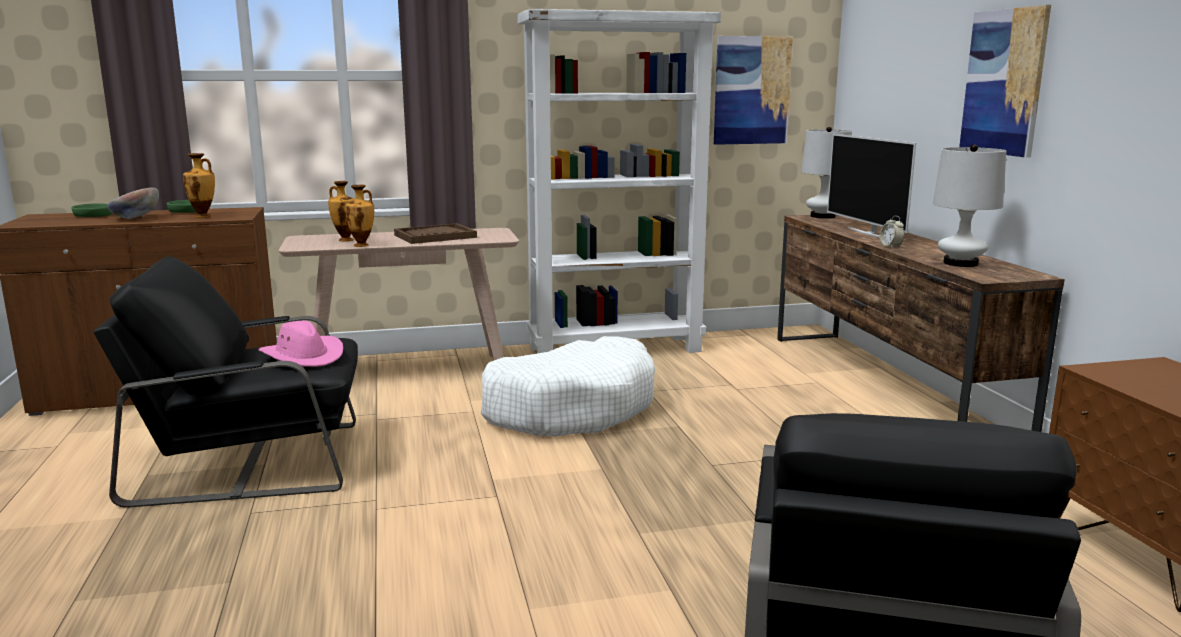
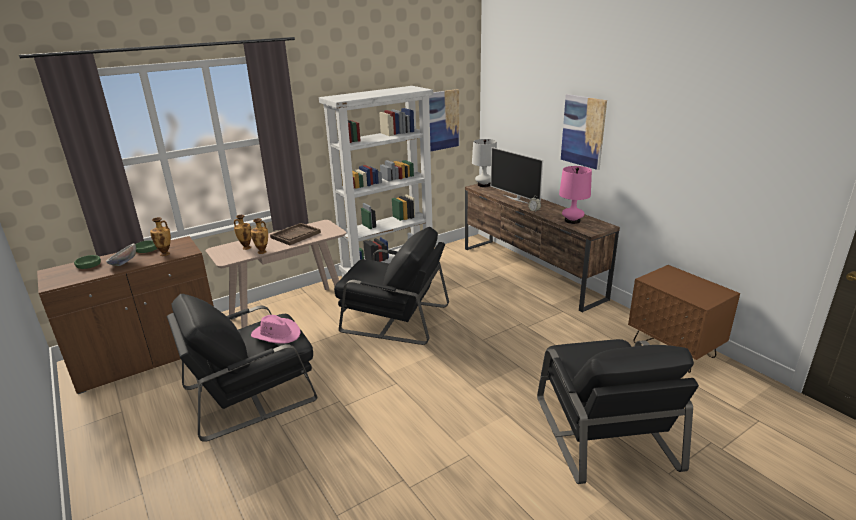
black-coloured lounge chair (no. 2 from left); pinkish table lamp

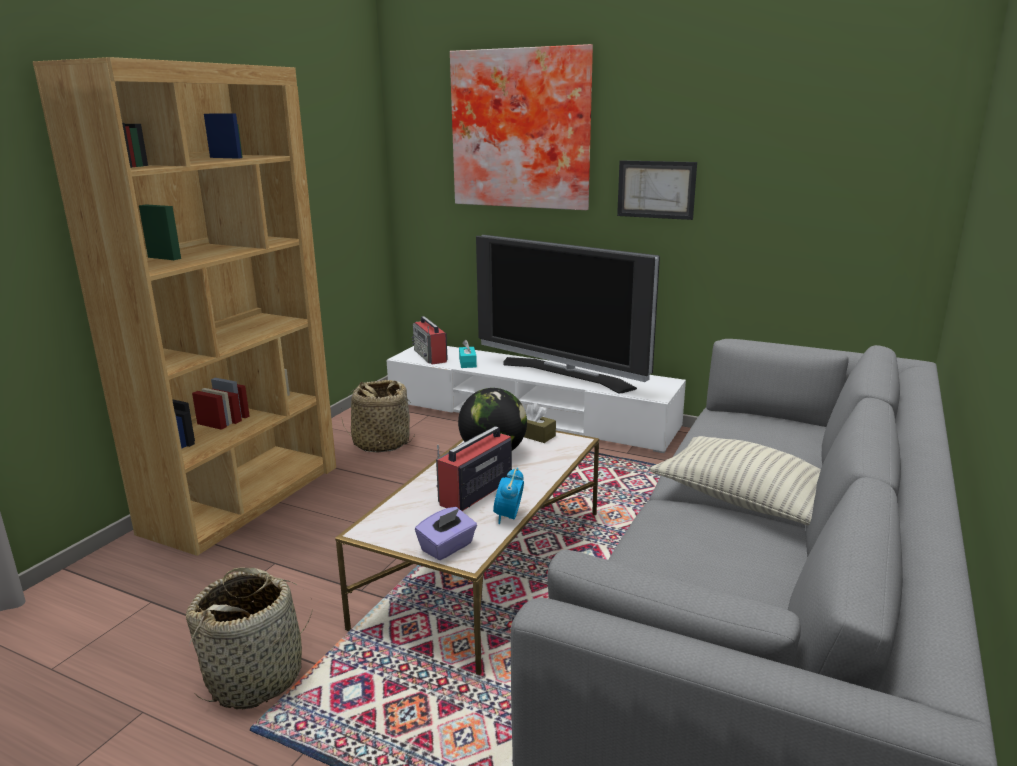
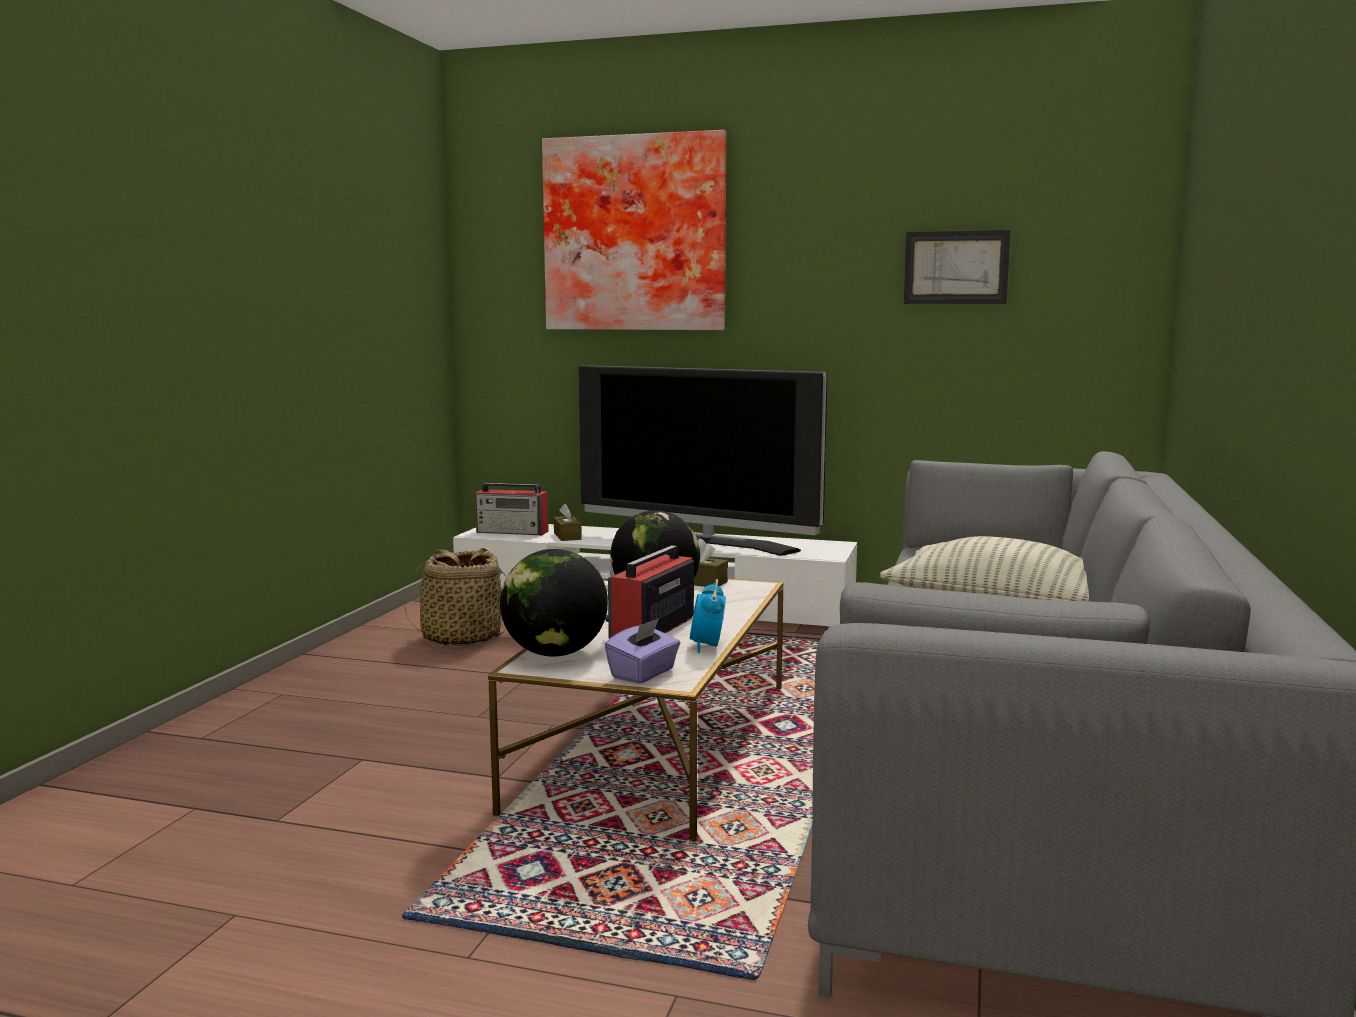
brown bookcase; household basket (no. 1 from left in the first image); radio receiver (no. 1 from left); brown tissue holder (no. 1 from left); picture (no. 2 from left); desk globe (no. 1 from left)

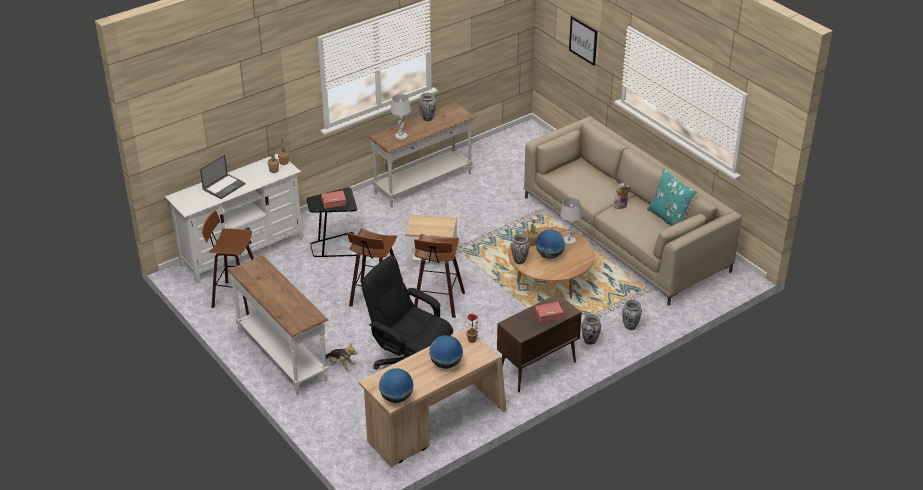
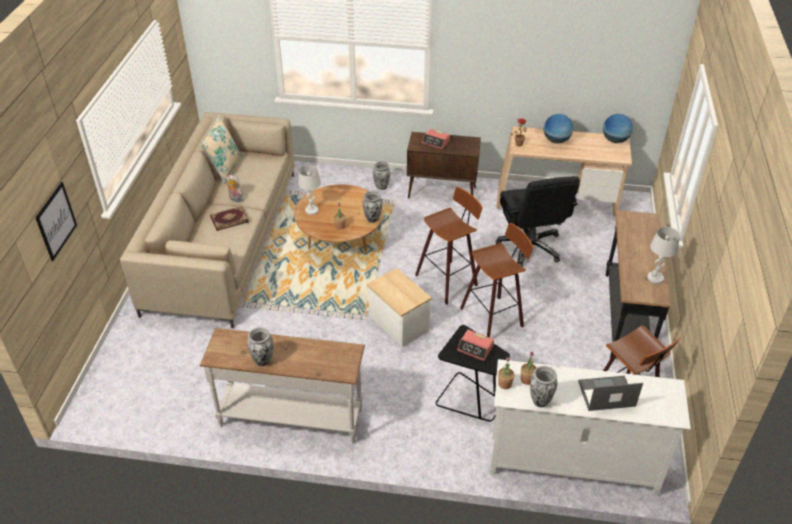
black-coloured hall table; cuddly toy (no. 1 from left in the first image); white-coloured table lamp (no. 2 from left); desk globe (no. 3 from left in the first image); decorative vase (no. 4 from left); beige pillow; book

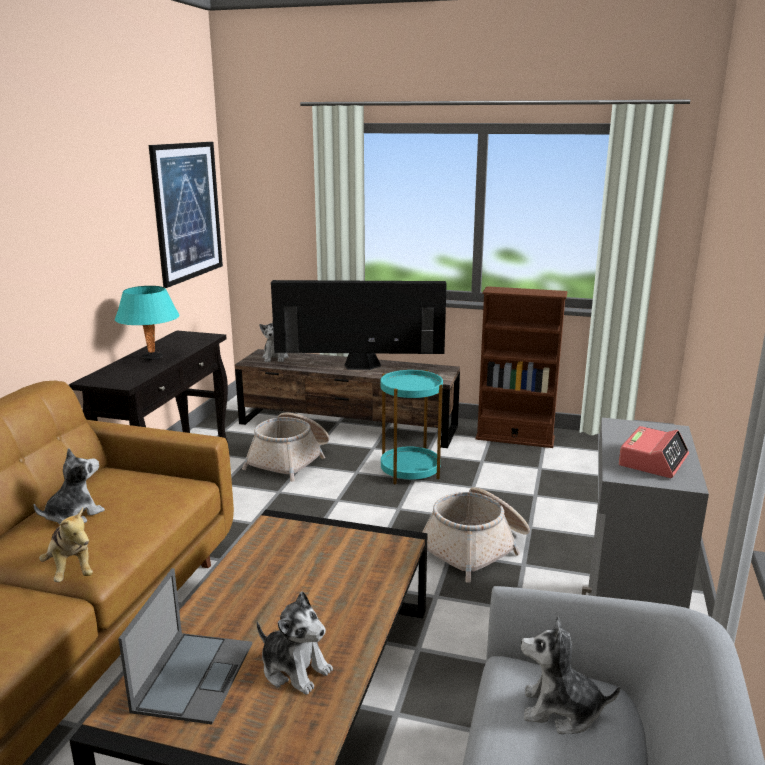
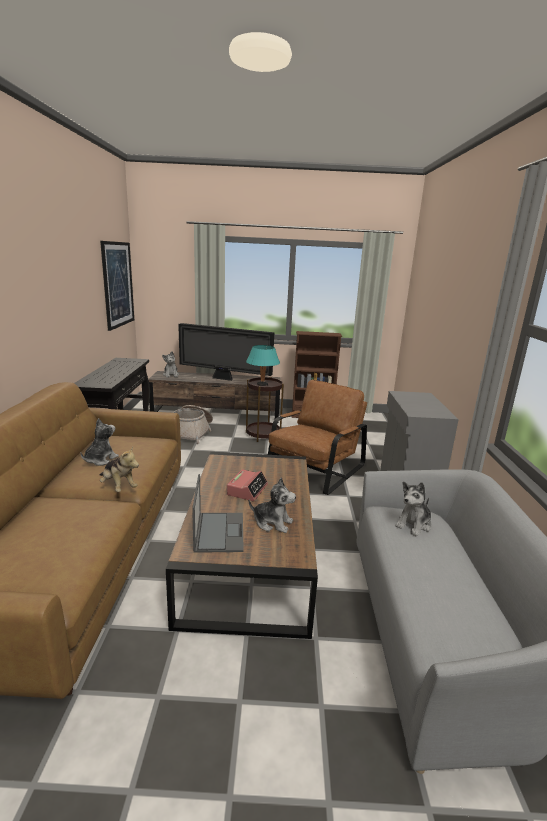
blue-green table lamp; TV set; brown end table; brown lounge chair; cuddly toy (no. 5 from left); bedside clock

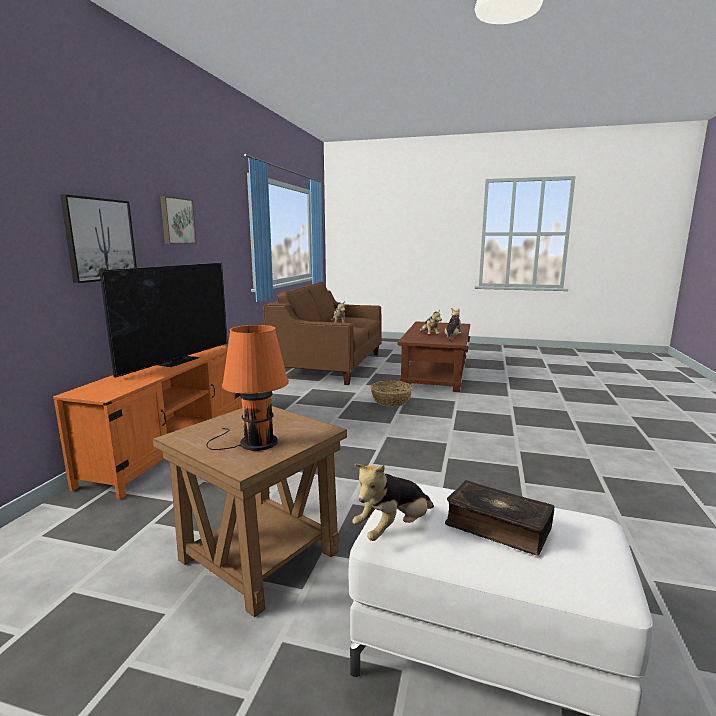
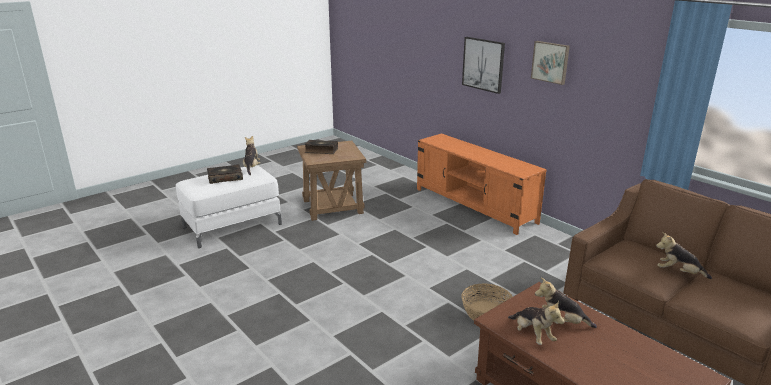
TV set; book (no. 2 from left)

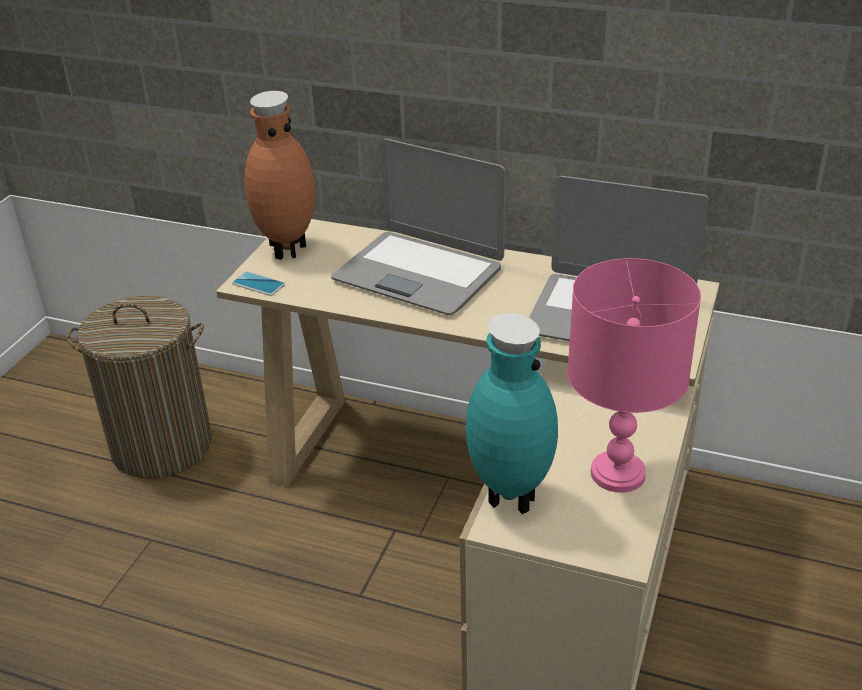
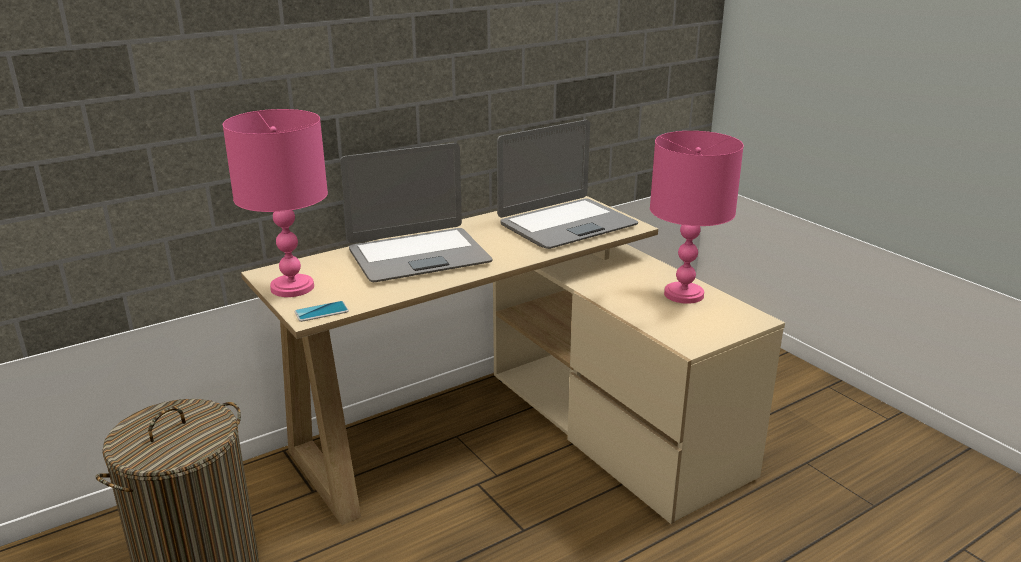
pinkish table lamp (no. 1 from left); blue-green decorative vase

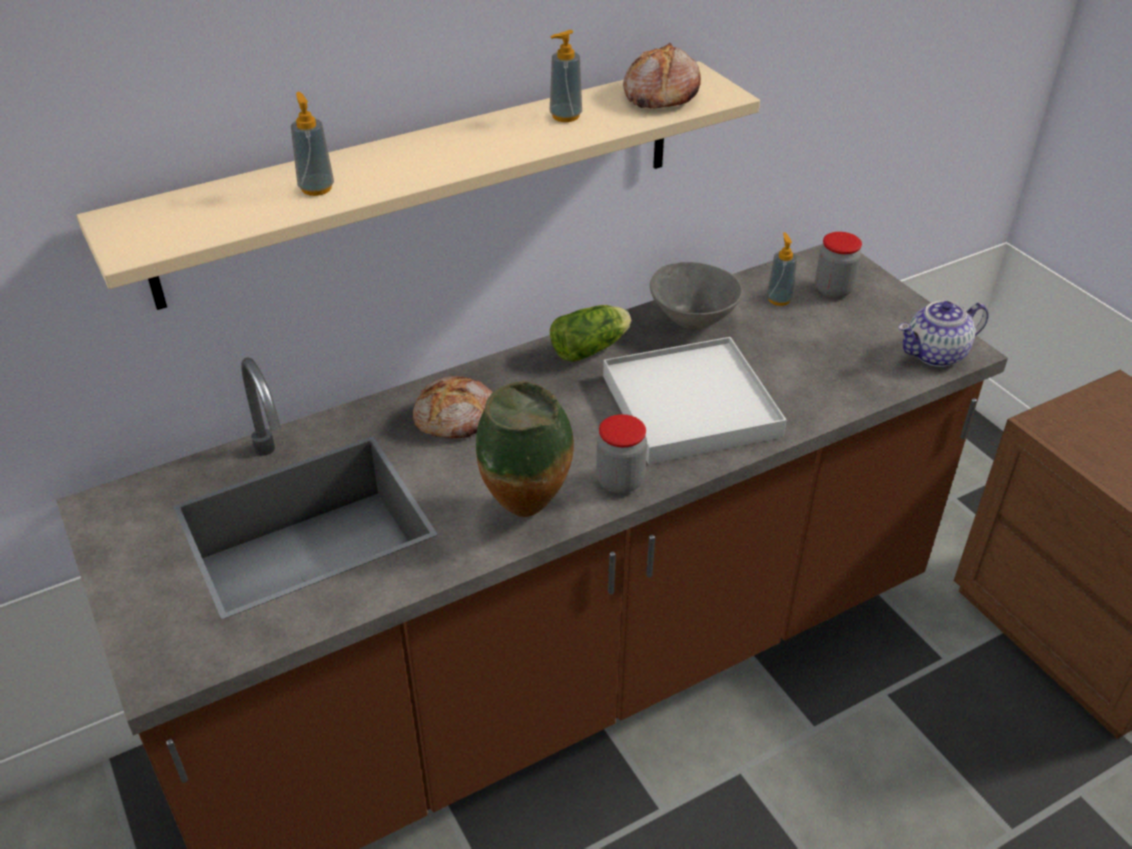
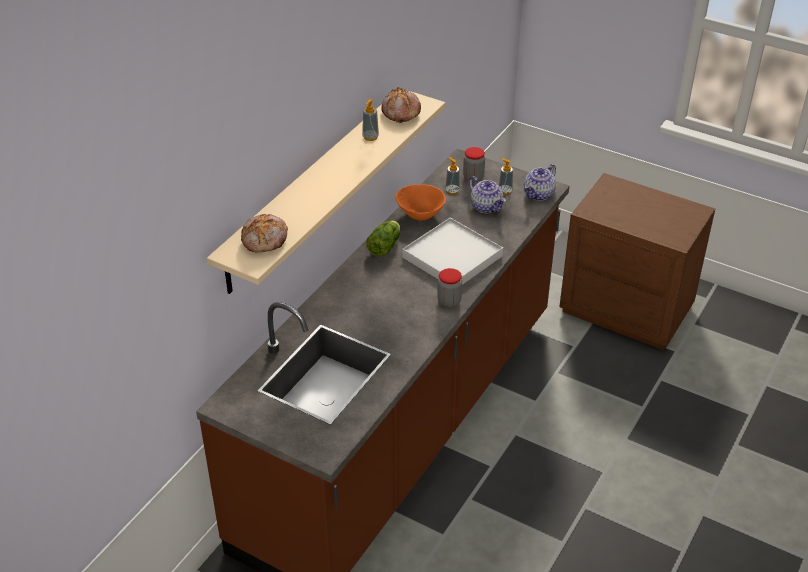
liquid soap bottle (no. 3 from left); baked bread (no. 1 from left); decorative vase; orange-coloured bowl; teapot (no. 1 from left)

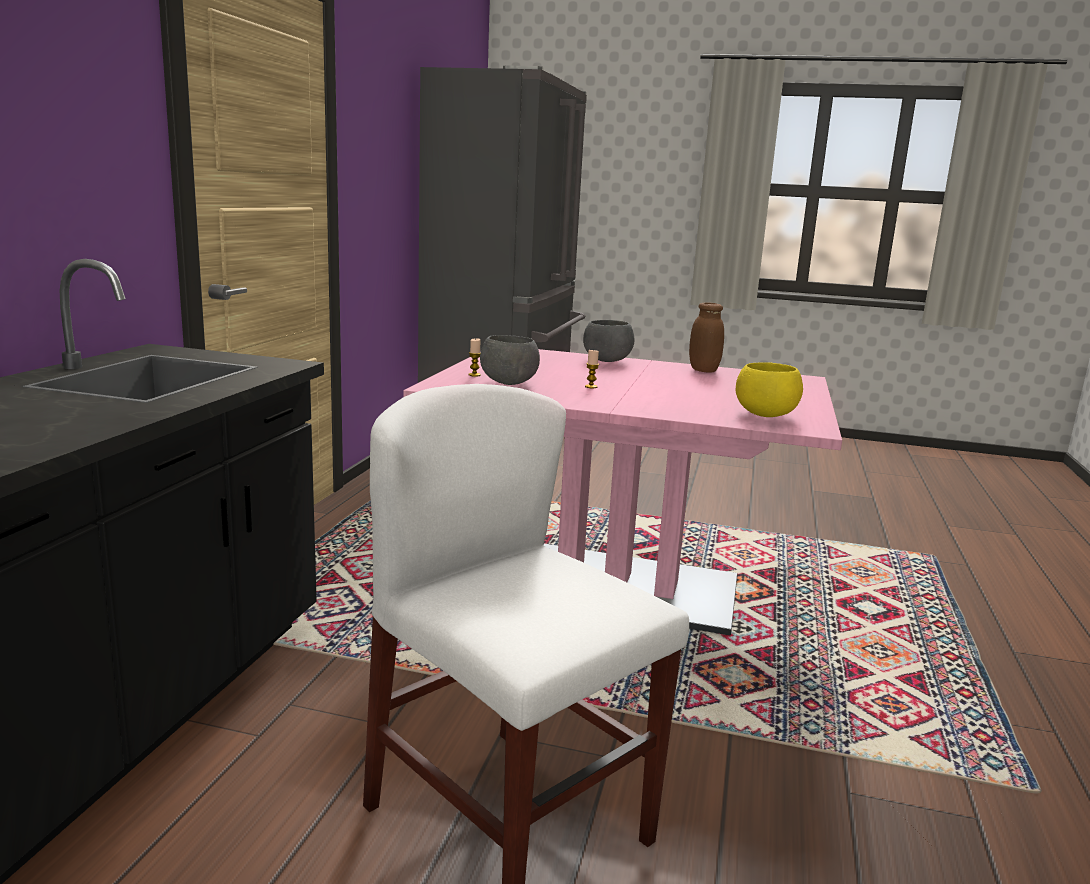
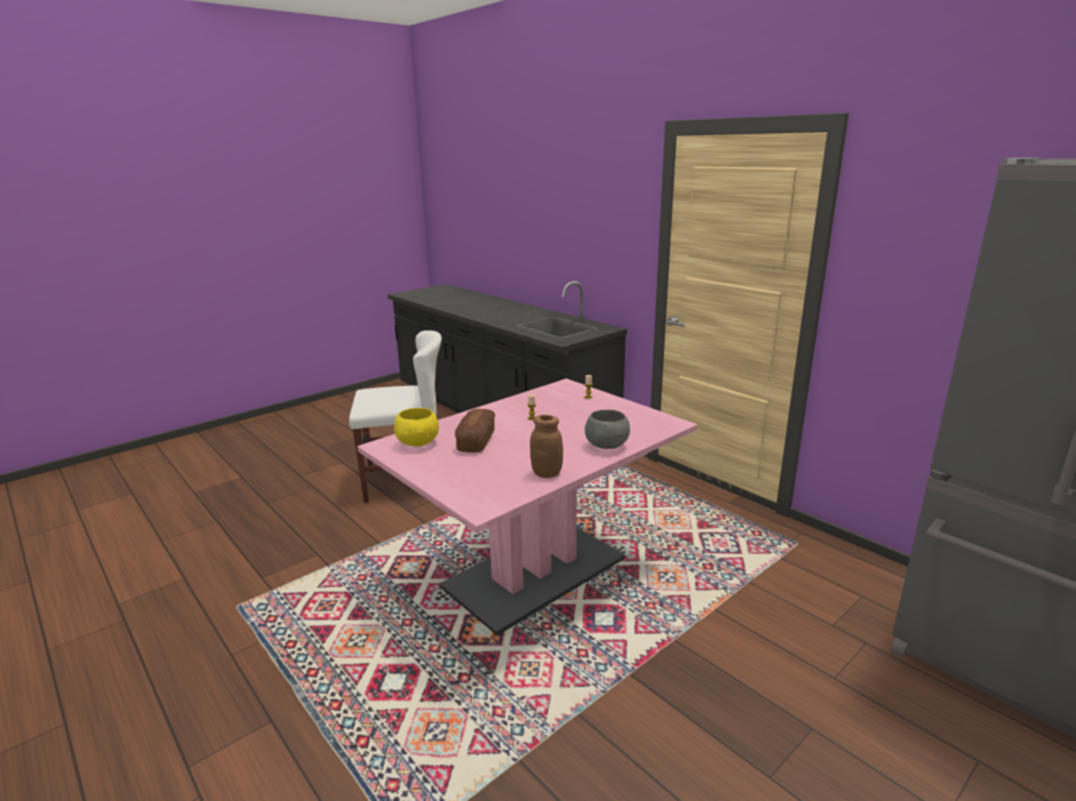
grey bowl (no. 1 from left in the first image); baked bread

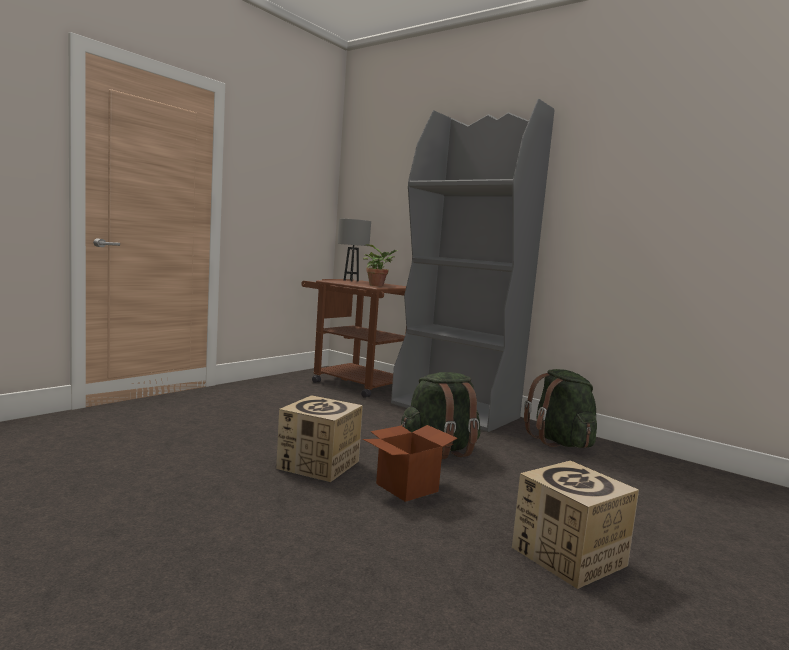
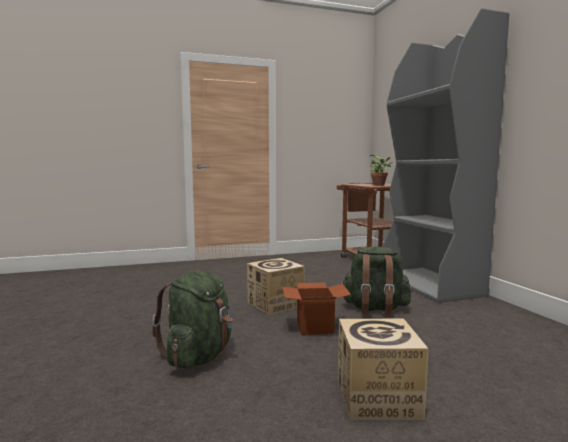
grey table lamp; green backpack (no. 1 from left)

